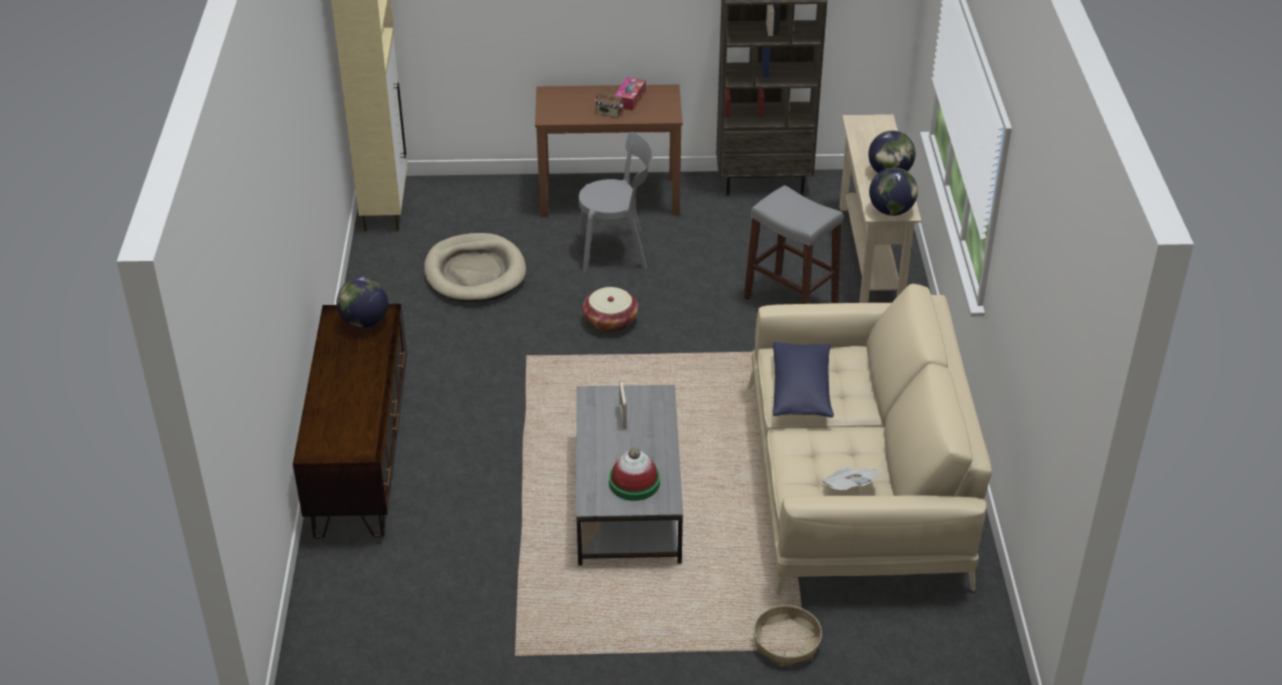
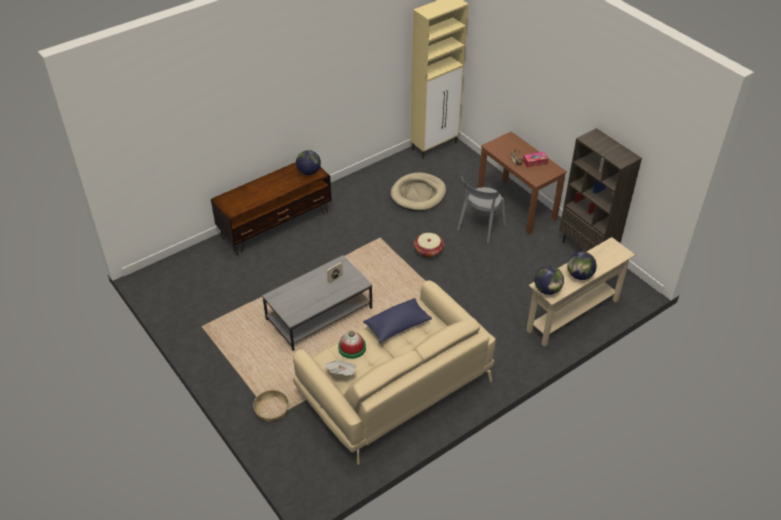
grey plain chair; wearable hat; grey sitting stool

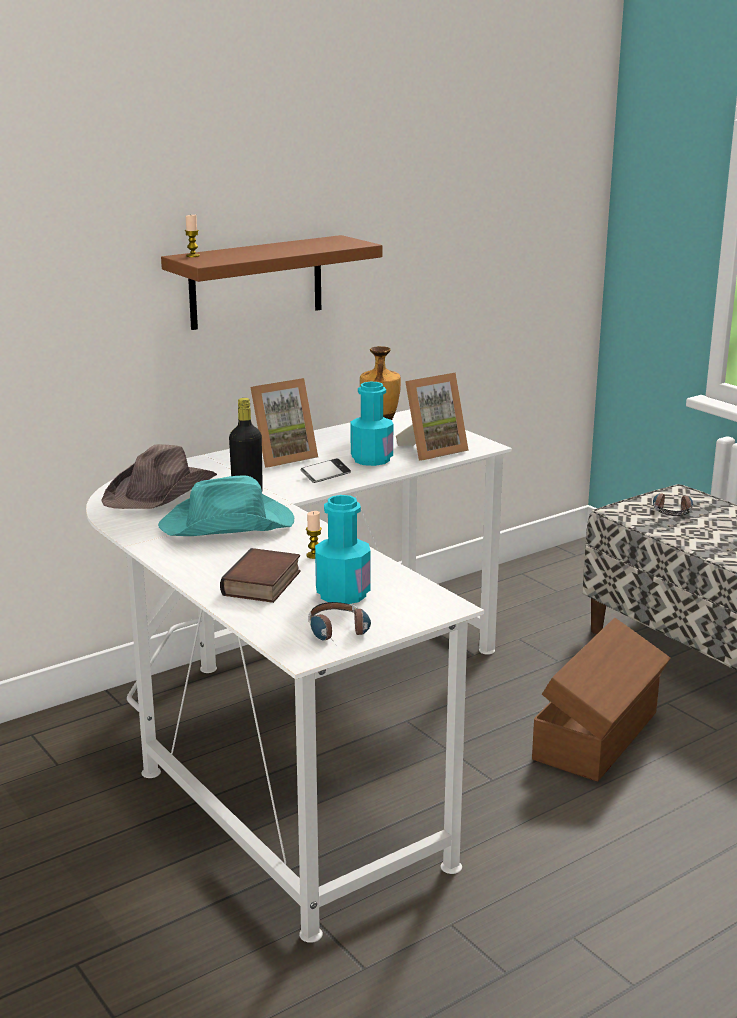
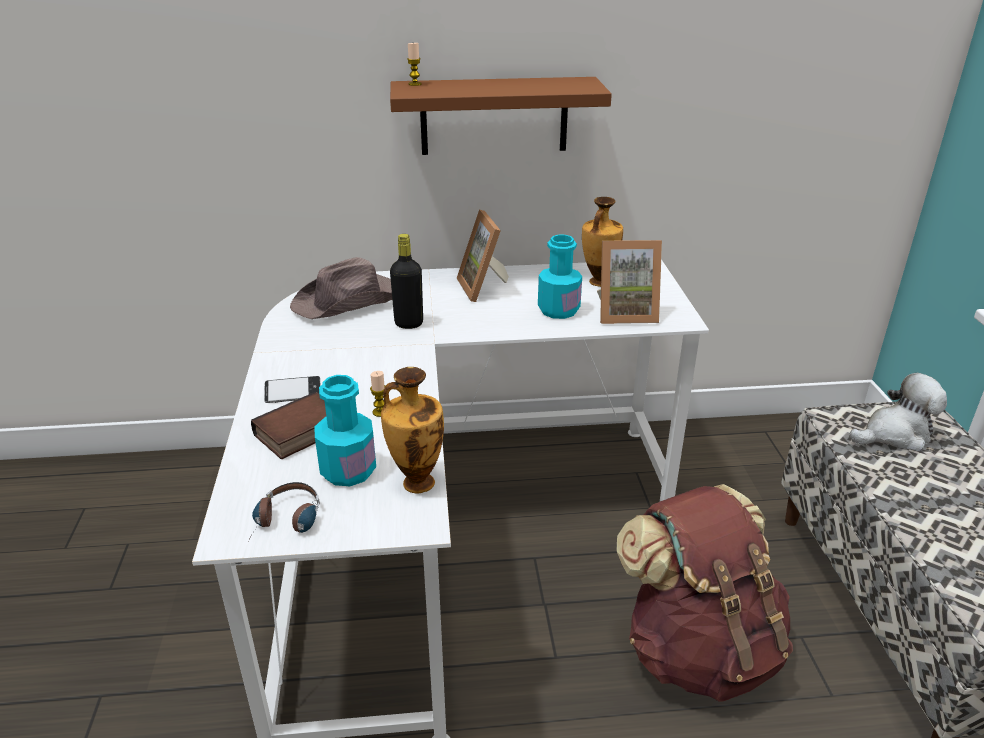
blue-green wearable hat; picture frame (no. 1 from left); handset; brown backpack; cuddly toy; decorative vase (no. 1 from left)

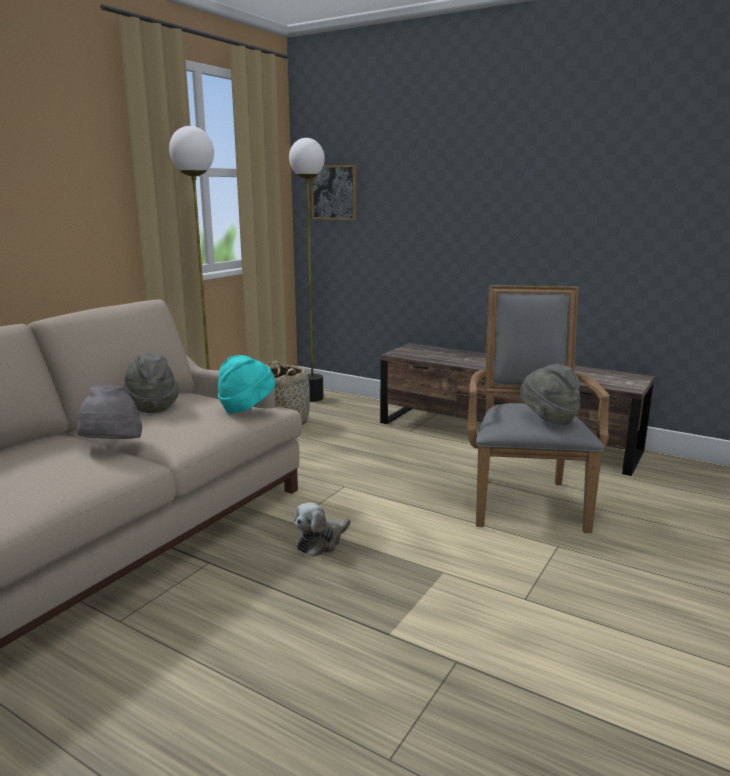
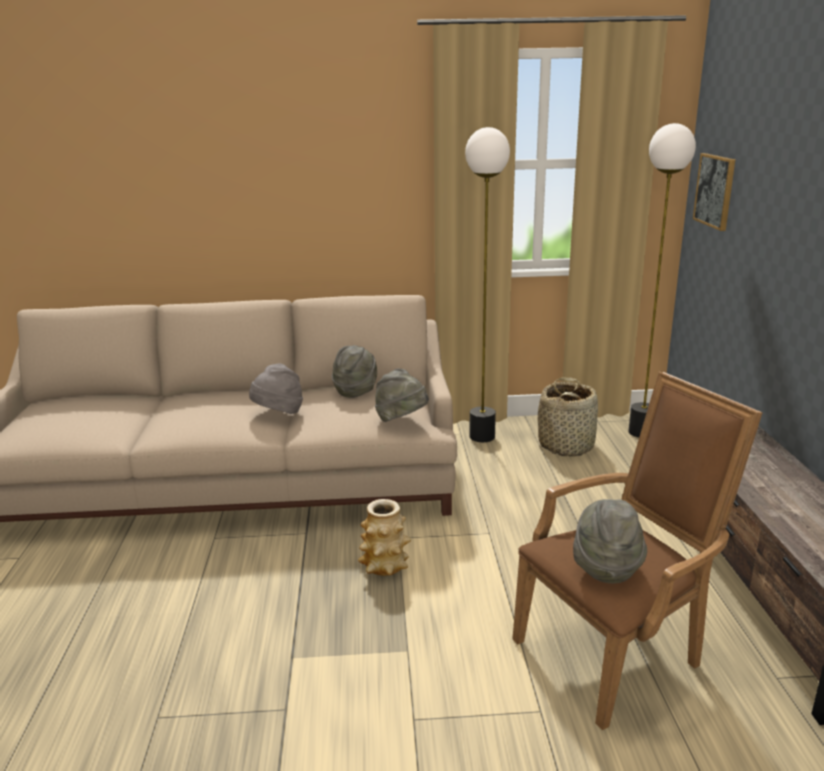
grey wearable hat (no. 3 from left); decorative vase; brown lounge chair

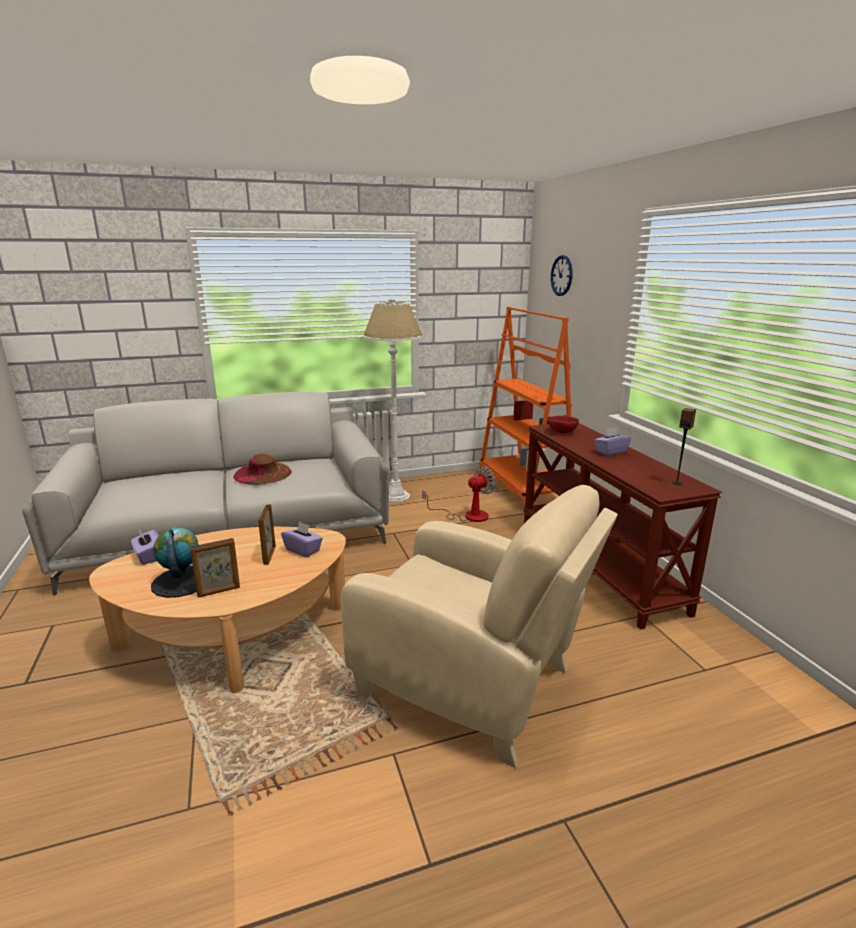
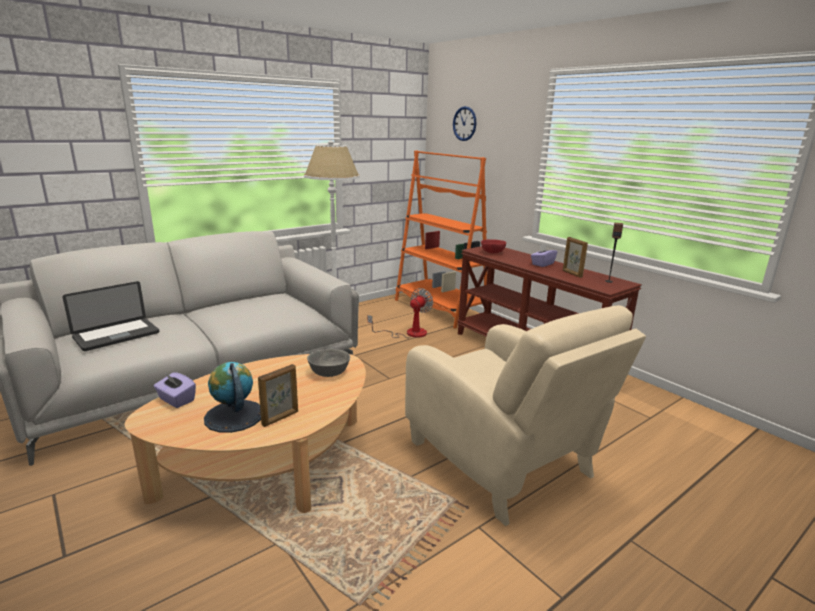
brown wearable hat; picture frame (no. 2 from left); grey bowl; beige lounge chair; portable computer

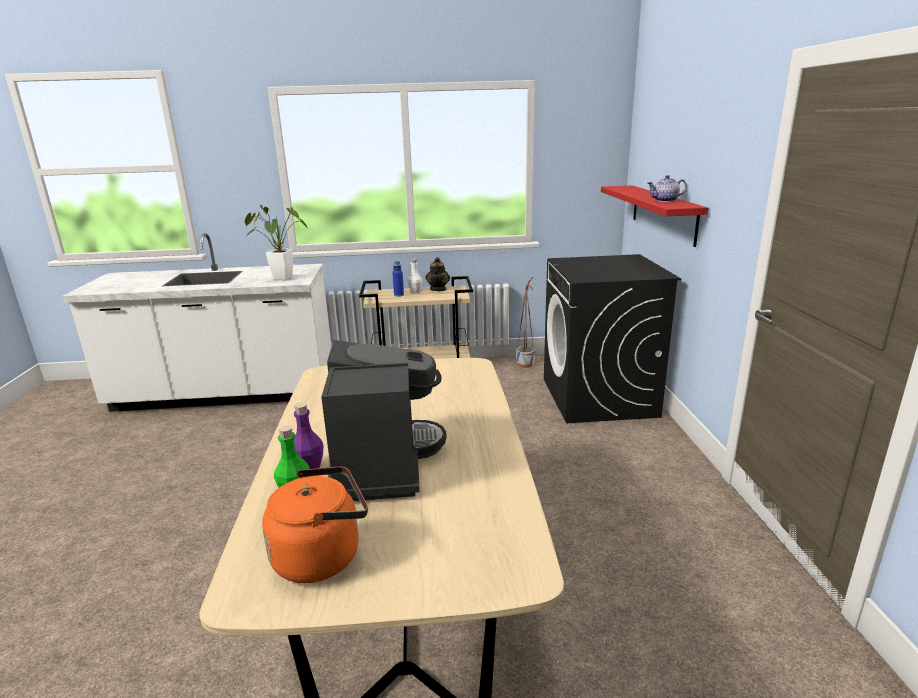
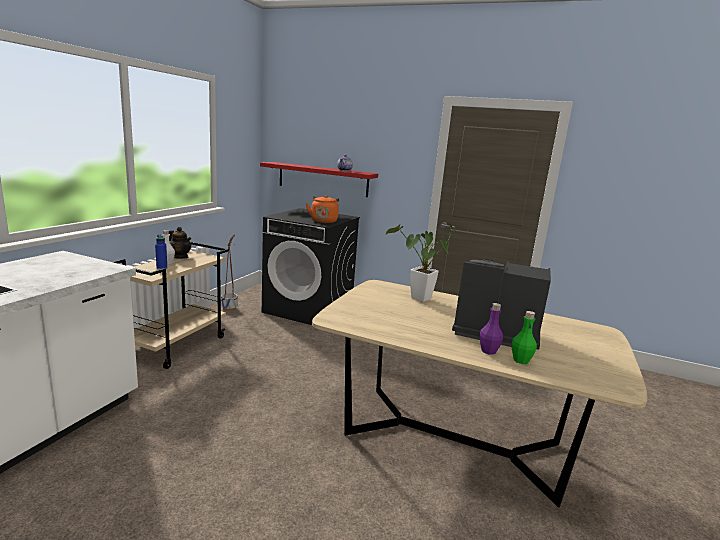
houseplant; orange-coloured tea kettle

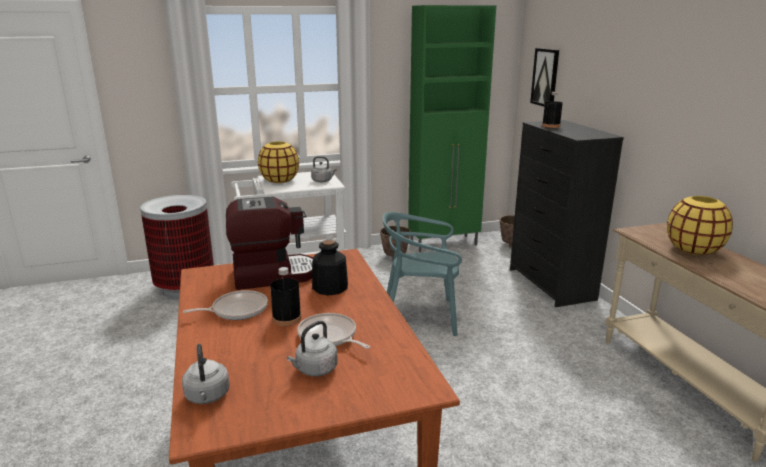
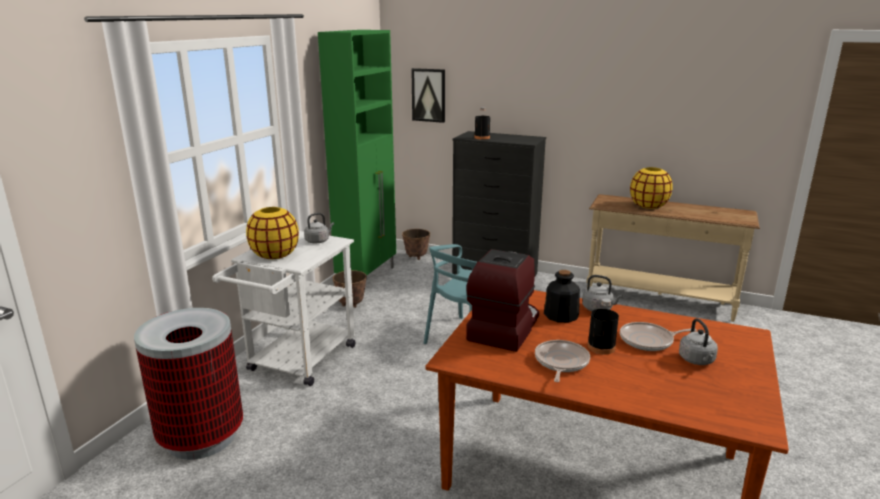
grey tea kettle (no. 2 from left)

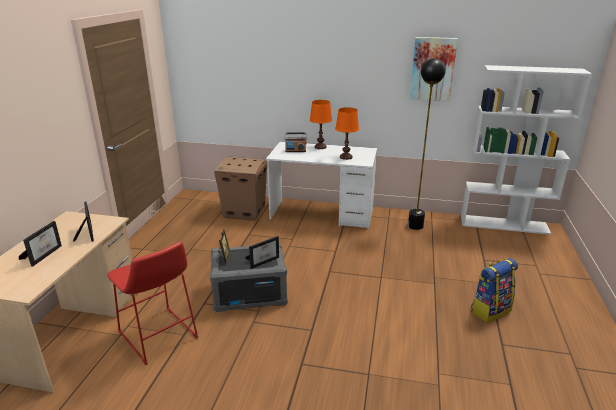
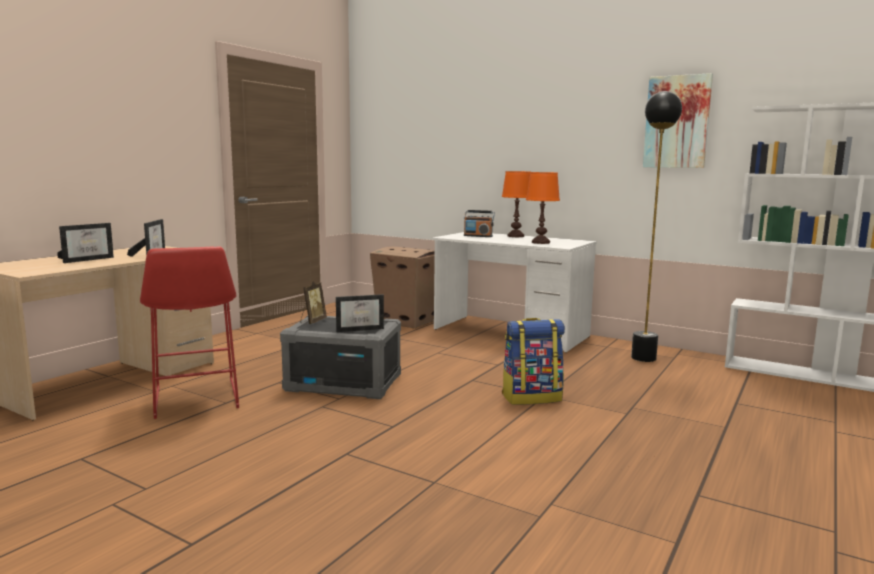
backpack

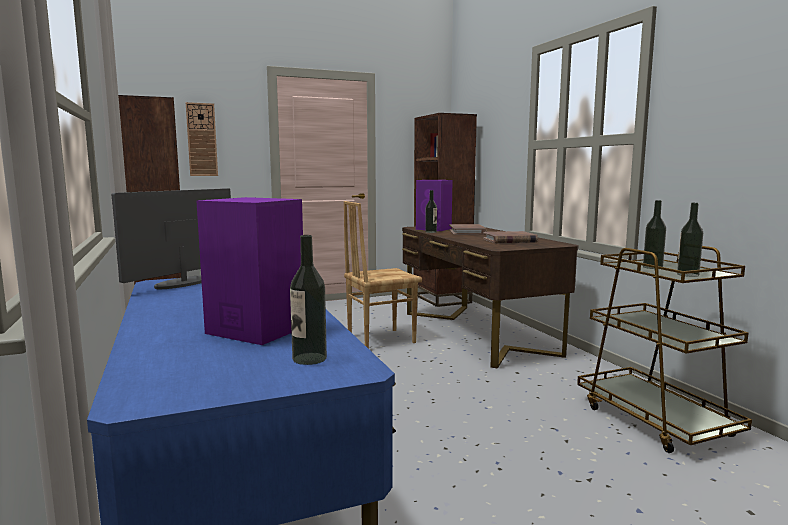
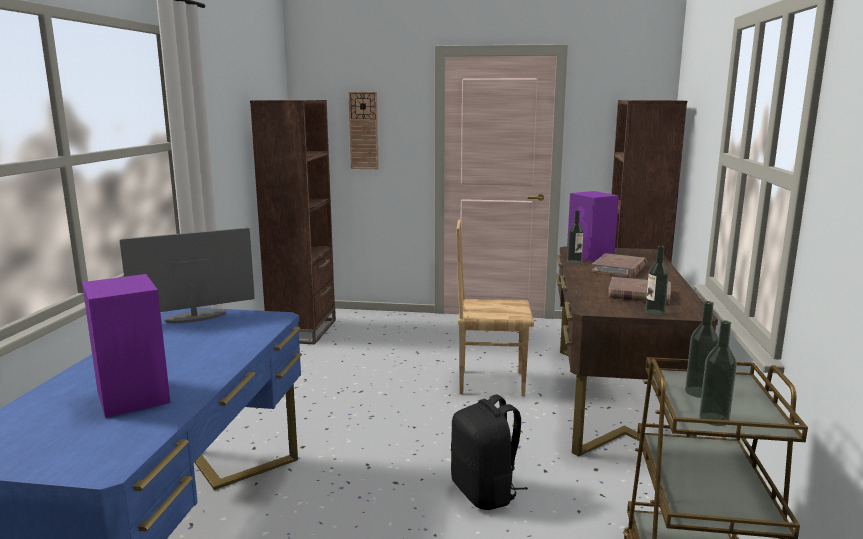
drink bottle (no. 2 from left); black-coloured backpack

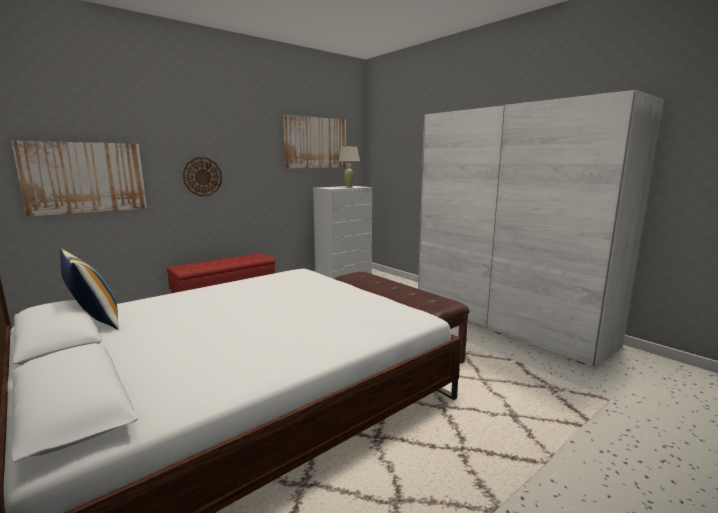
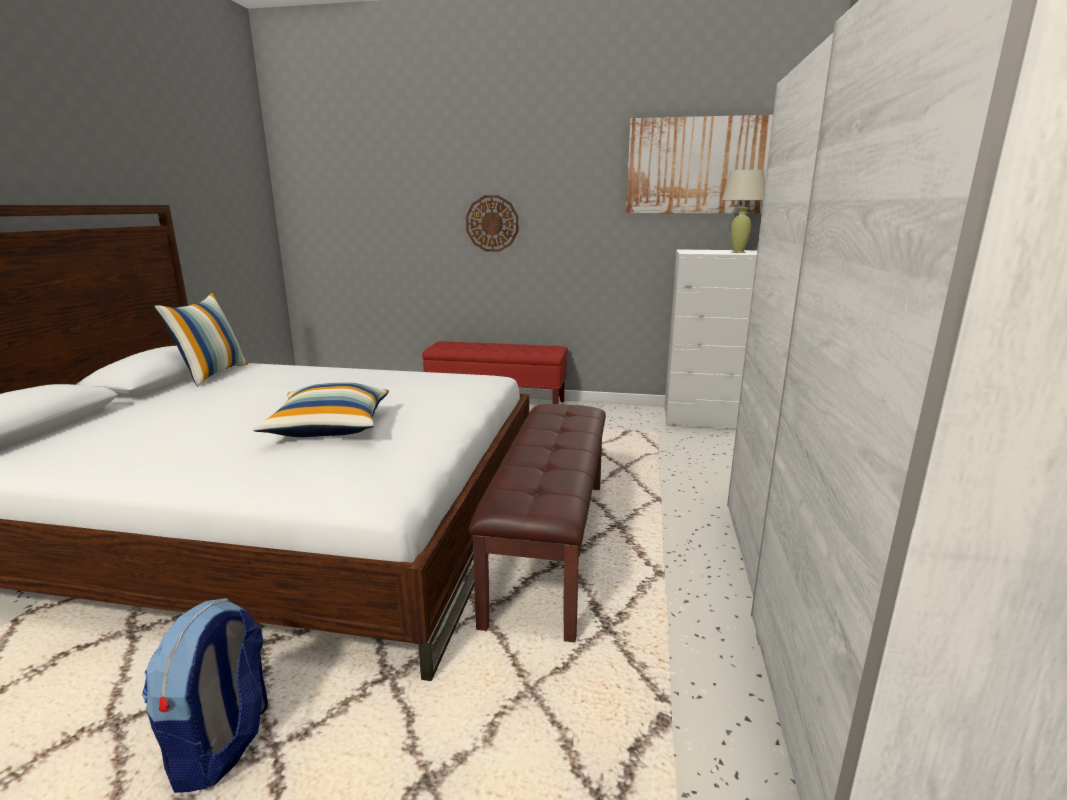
picture (no. 1 from left in the first image); backpack; pillow (no. 2 from left)

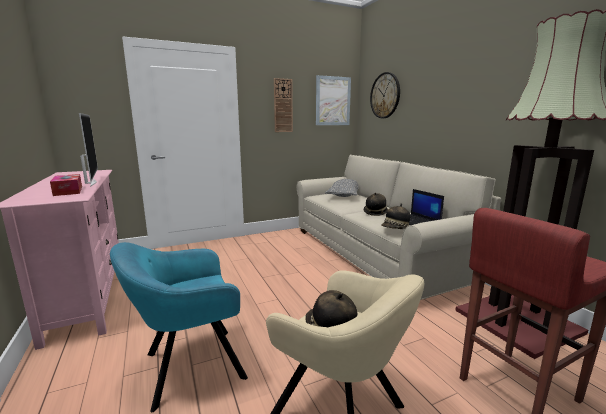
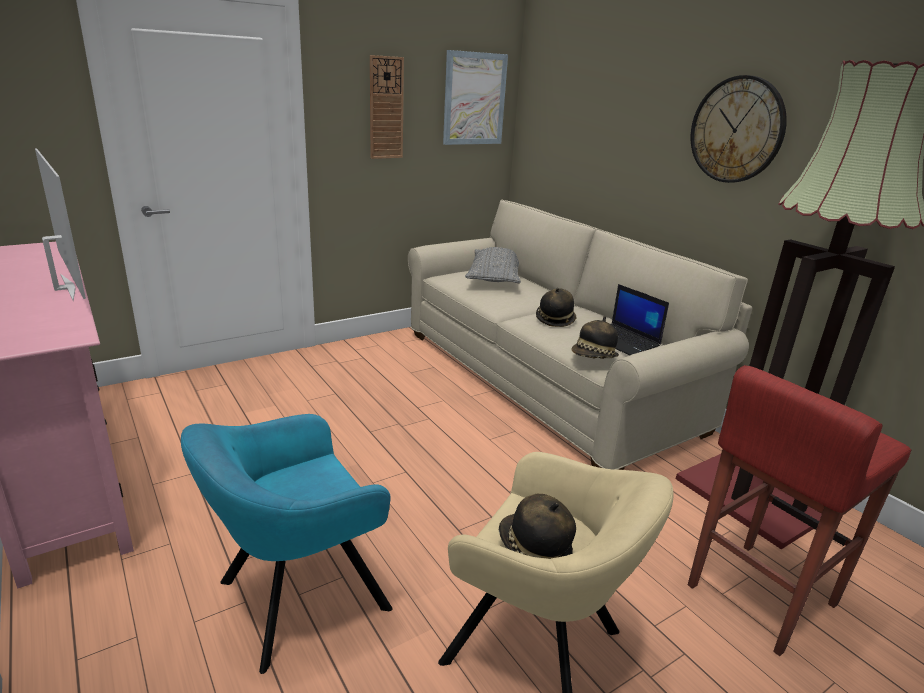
tissue holder; clock on the wall (no. 2 from left)

